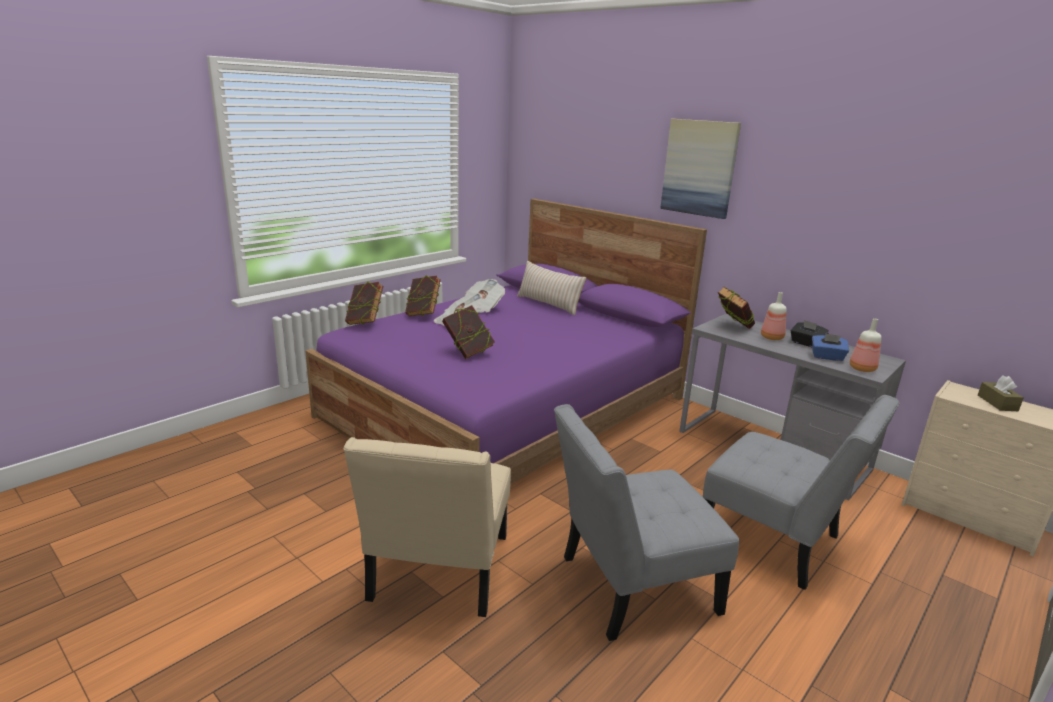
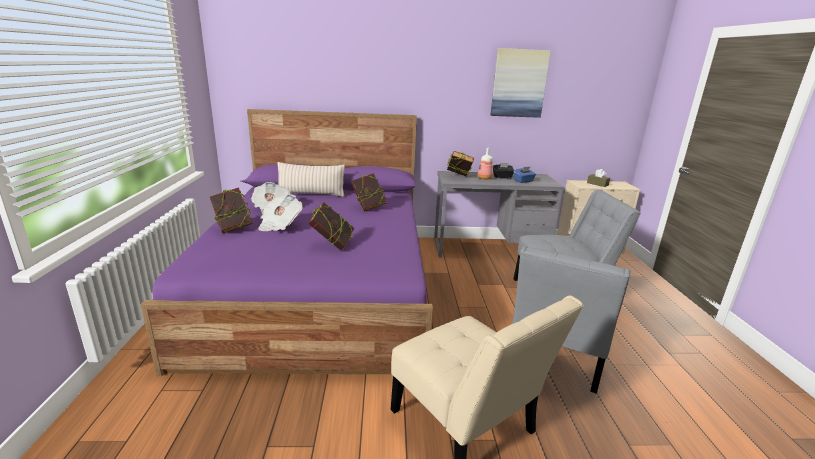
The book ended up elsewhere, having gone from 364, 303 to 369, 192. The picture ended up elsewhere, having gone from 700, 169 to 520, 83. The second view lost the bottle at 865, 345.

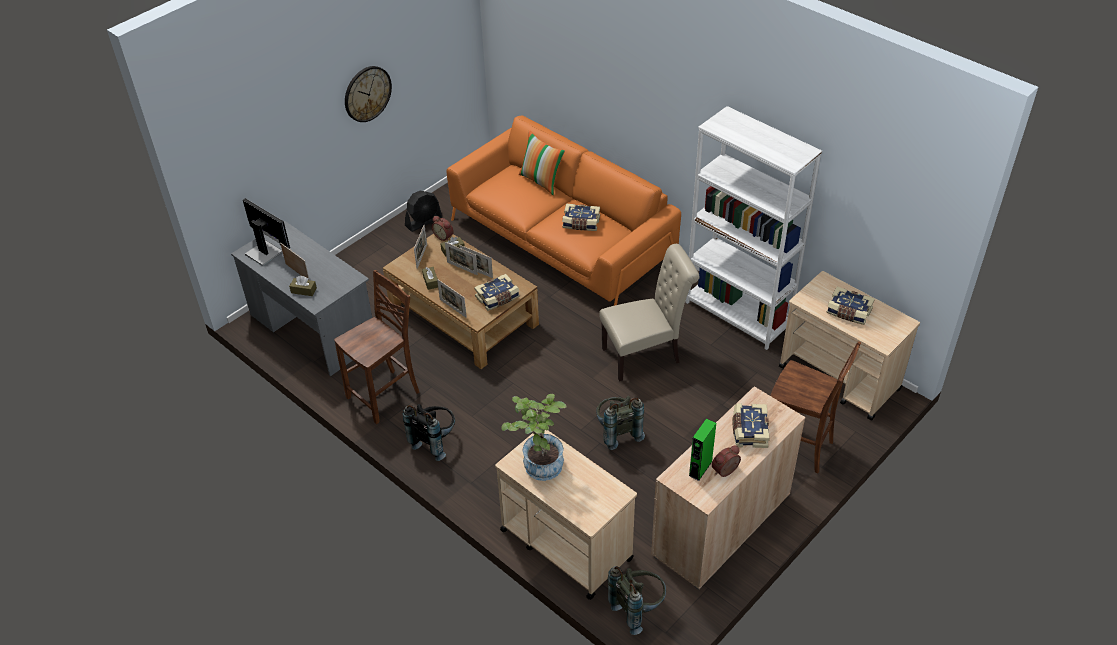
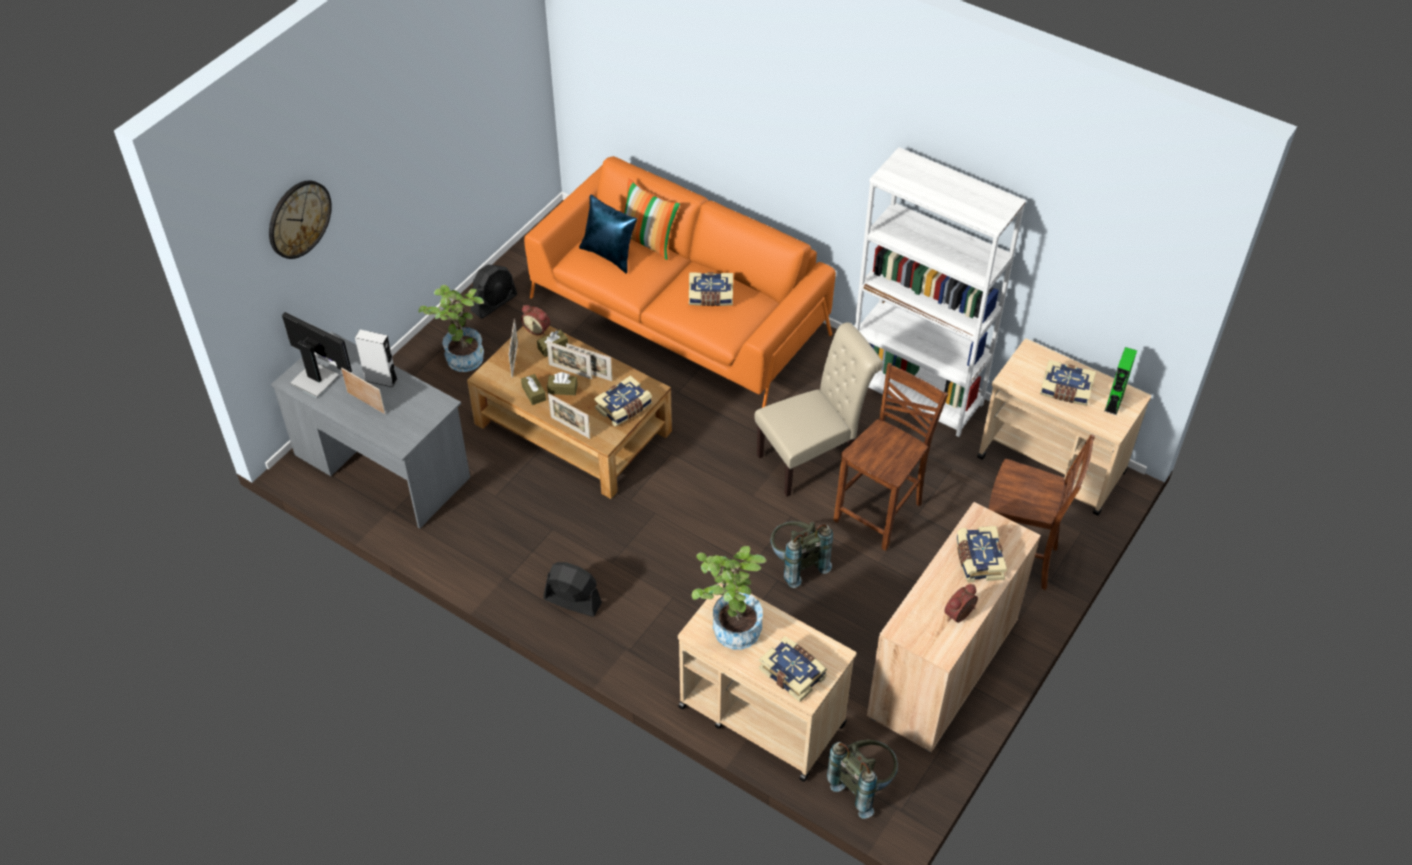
The wall clock ended up elsewhere, having gone from 368, 94 to 300, 219. The second view gained the grey speaker at 376, 358. The second view gained the potted plant at 451, 328. Where the black backpack stood at 429, 432, the black fan came to stand at 572, 589. The brown tissue box ended up elsewhere, having gone from 303, 286 to 562, 383. The second view gained the blue pillow at 608, 234. The second view gained the book at 793, 669. The brown chair ended up elsewhere, having gone from 377, 347 to 891, 457. The green speaker ended up elsewhere, having gone from 702, 449 to 1120, 381.

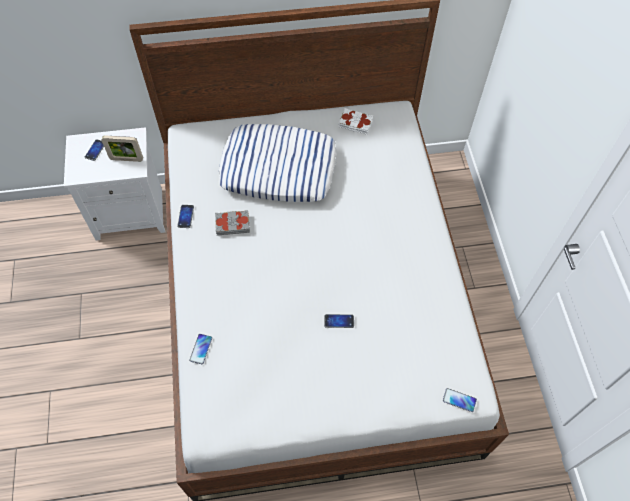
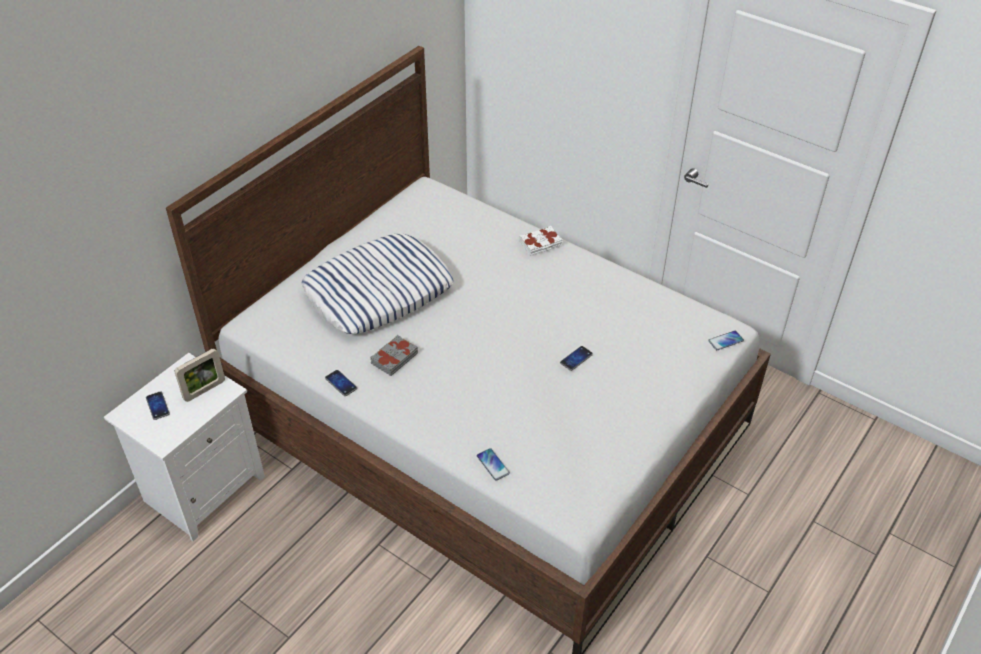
The white book ended up elsewhere, having gone from 356, 121 to 541, 241.

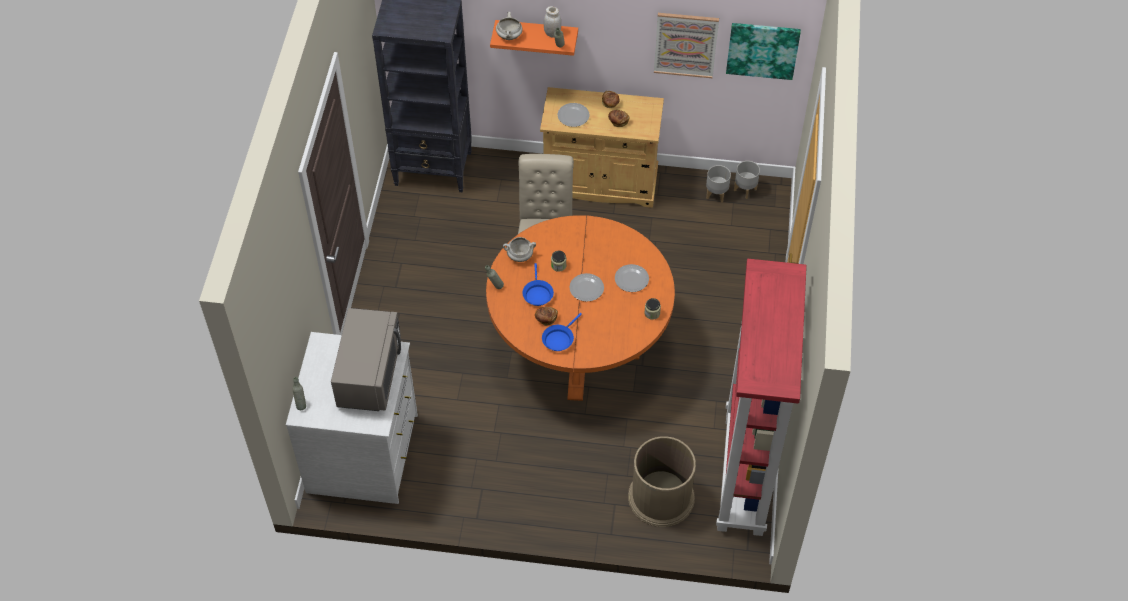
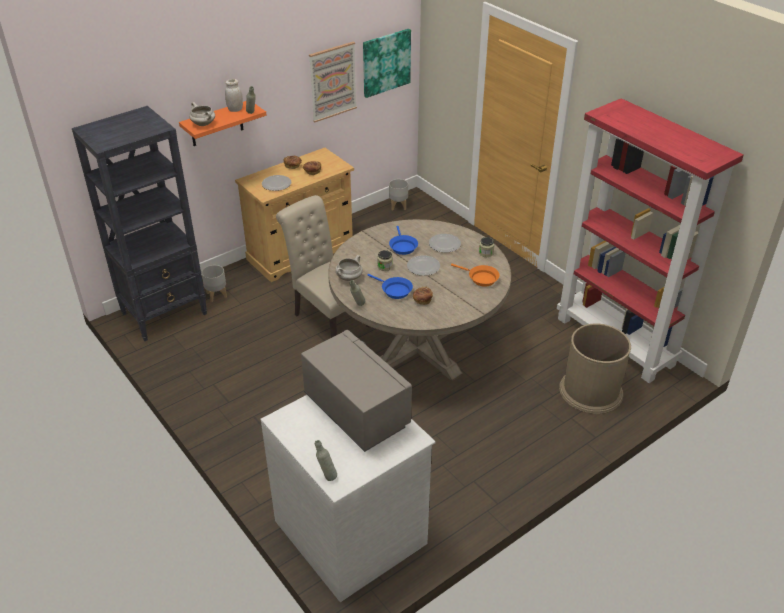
The grey planter ended up elsewhere, having gone from 718, 184 to 214, 283. What was the orange dining table at 580, 308 turned into the beige dining table at 419, 300. The blue frying pan ended up elsewhere, having gone from 562, 332 to 403, 240. The second view gained the orange frying pan at 475, 275.

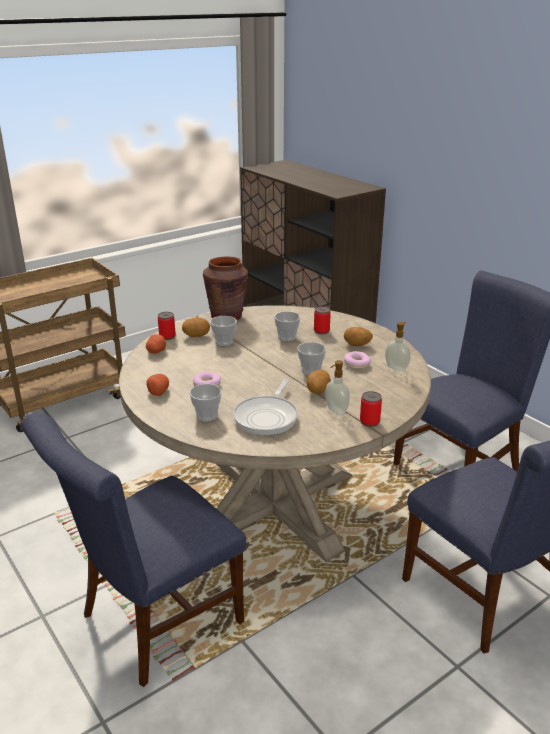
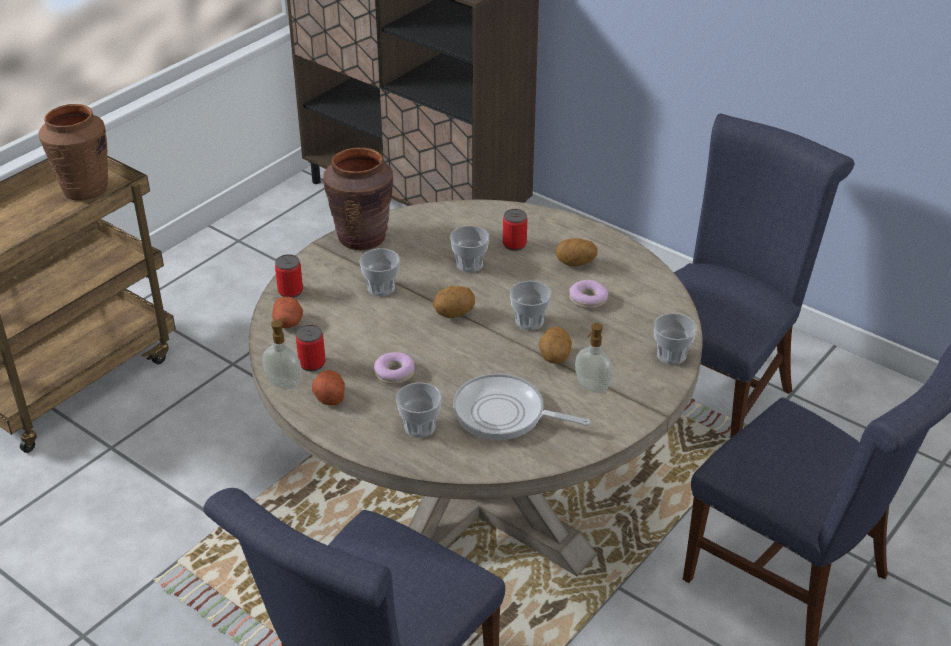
The second view gained the brown vase at 73, 152. The soap dispenser ended up elsewhere, having gone from 397, 346 to 282, 353. The can ended up elsewhere, having gone from 371, 409 to 311, 348. The potato ended up elsewhere, having gone from 196, 327 to 454, 302. The frying pan at 265, 407 ended up facing another way, 105 degrees clockwise from before. The second view gained the cup at 675, 339.

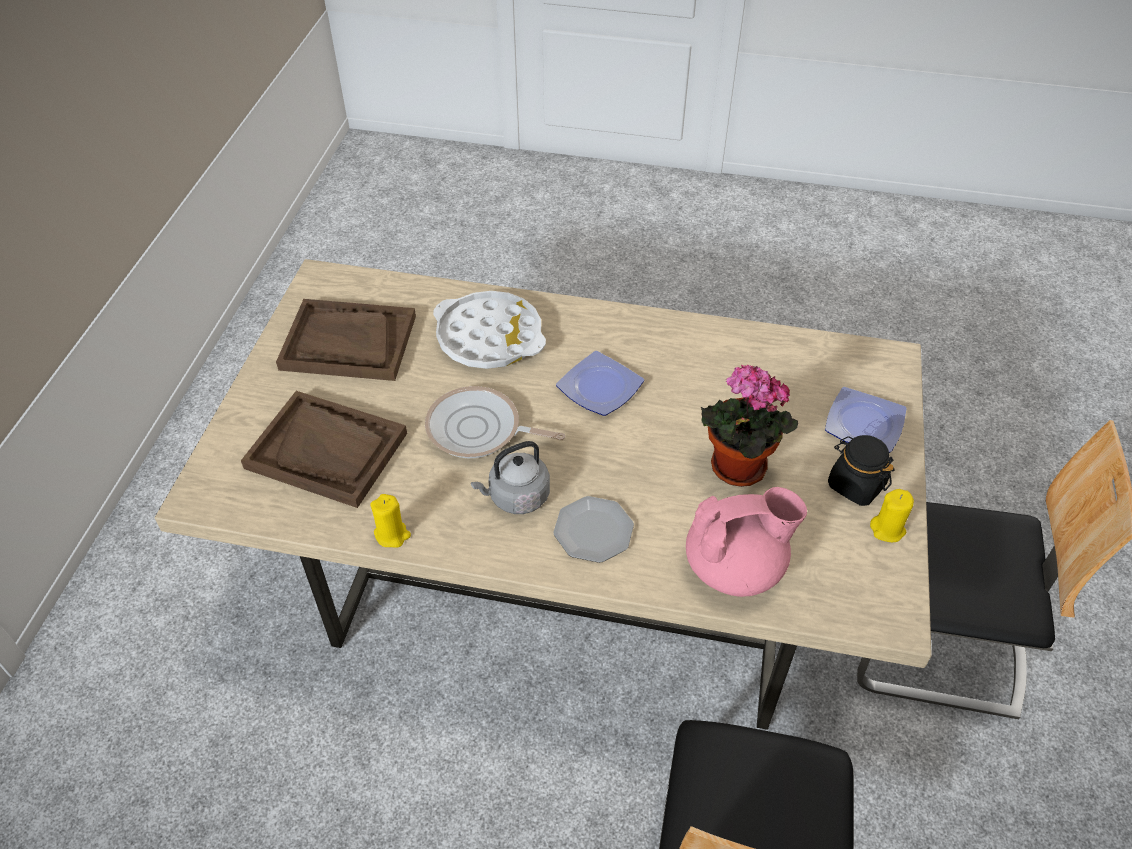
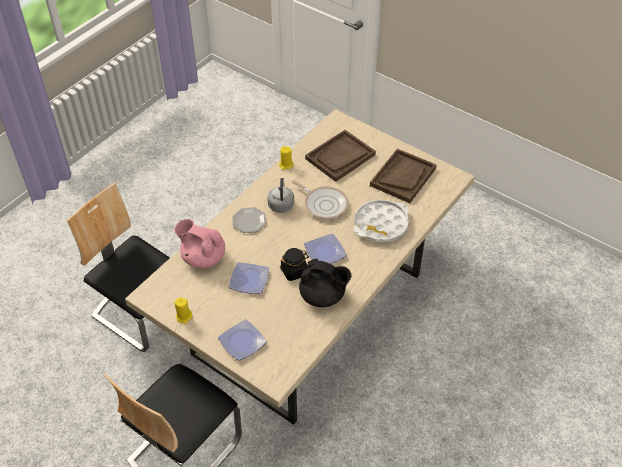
The pink teapot at 746, 542 ended up facing another way, 105 degrees clockwise from before. Where the potted plant stood at 749, 425, the plate came to stand at 249, 278. The black jar ended up elsewhere, having gone from 861, 470 to 294, 264. The frying pan at 495, 422 ended up facing another way, 90 degrees clockwise from before. The second view gained the black teapot at 325, 282.

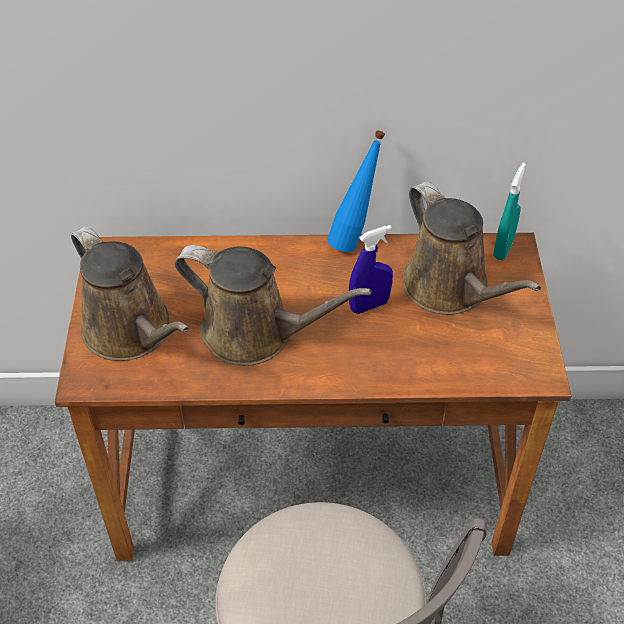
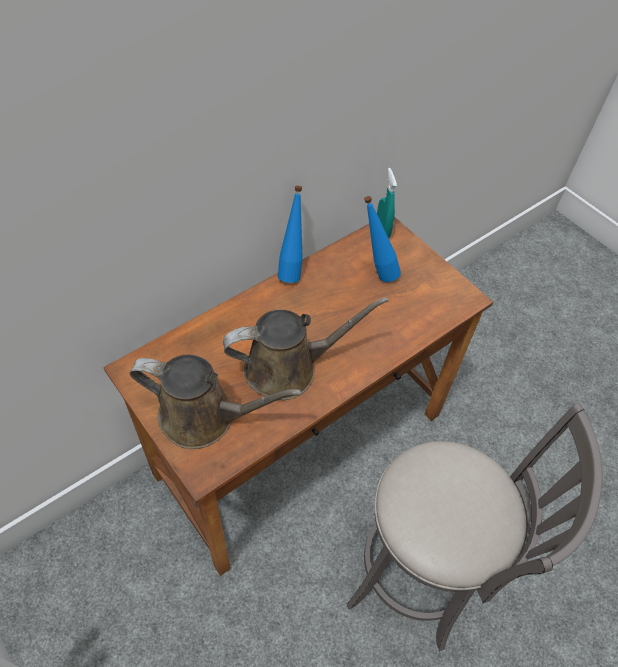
Where the brown watering can stood at 472, 248, the blue bottle came to stand at 382, 239. The second view lost the blue spray bottle at 371, 269.

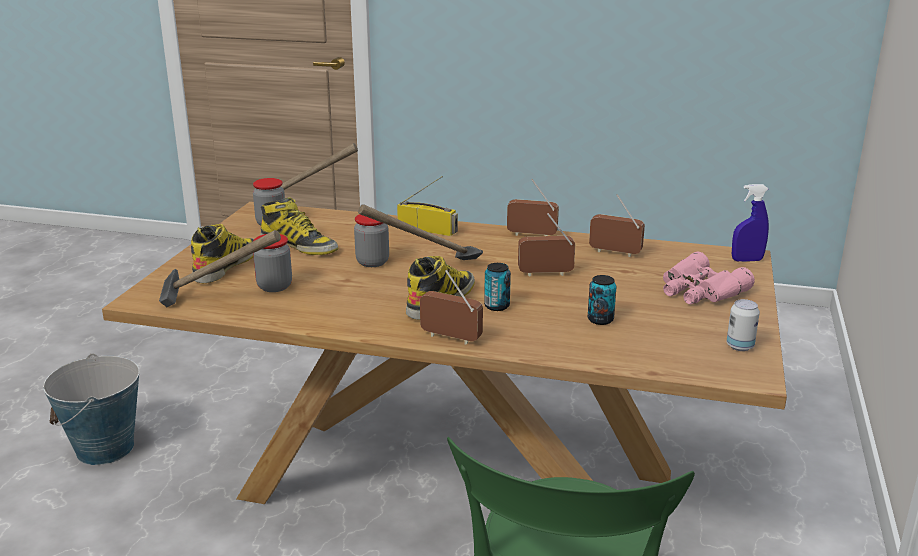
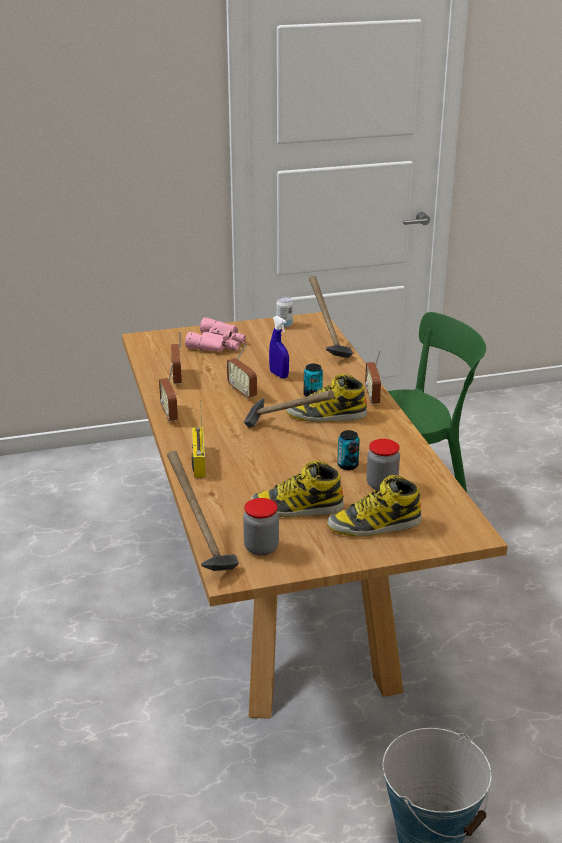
The boot at 299, 226 ended up facing another way, 90 degrees counterclockwise from before. The blue spray bottle ended up elsewhere, having gone from 750, 223 to 279, 347. The hammer ended up elsewhere, having gone from 220, 268 to 331, 317. The can ended up elsewhere, having gone from 602, 300 to 348, 450. The second view lost the jar at 371, 240.

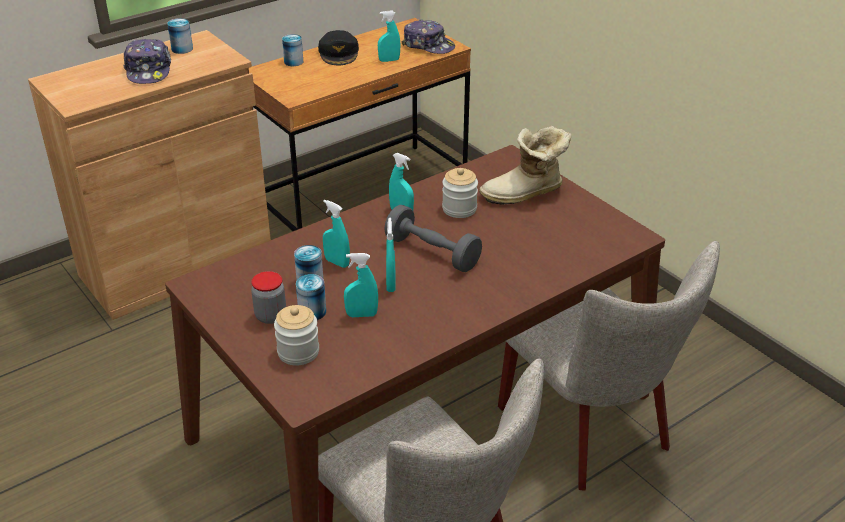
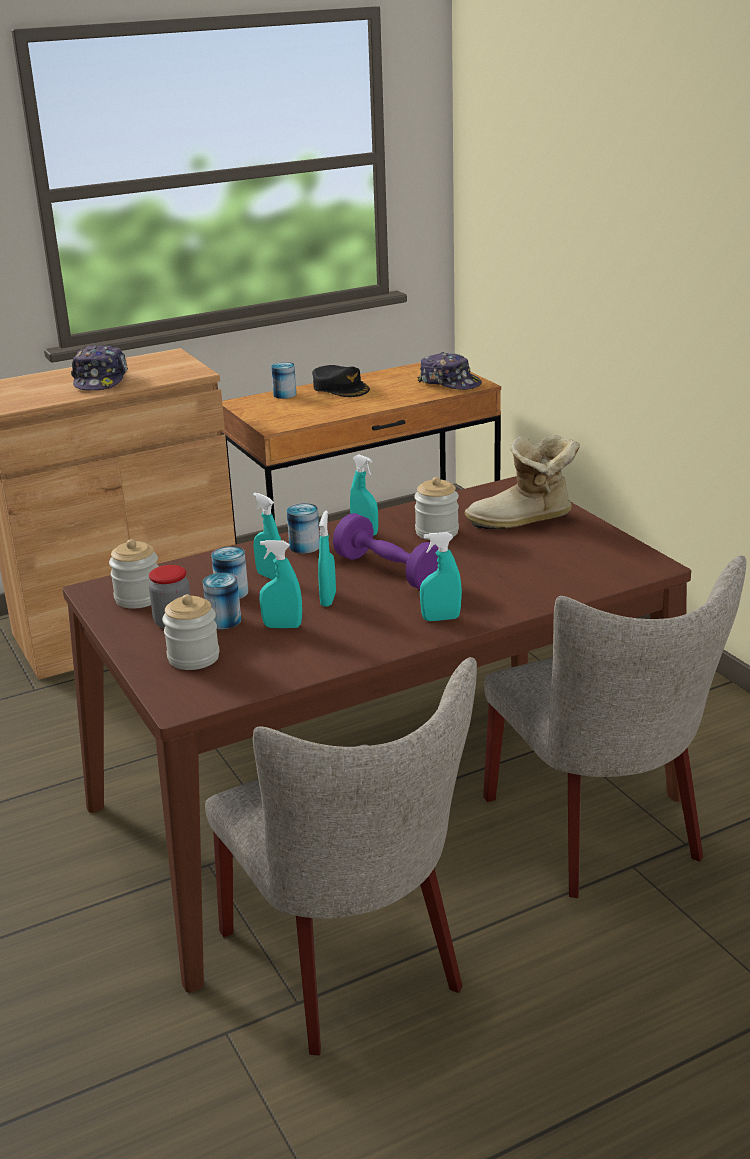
The second view gained the jar at 134, 574. The can ended up elsewhere, having gone from 180, 36 to 303, 528. The black cap at 338, 47 ended up facing another way, 45 degrees counterclockwise from before. What was the grey dumbbell at 433, 238 turned into the purple dumbbell at 385, 551. The turquoise spray bottle ended up elsewhere, having gone from 389, 36 to 441, 576.

